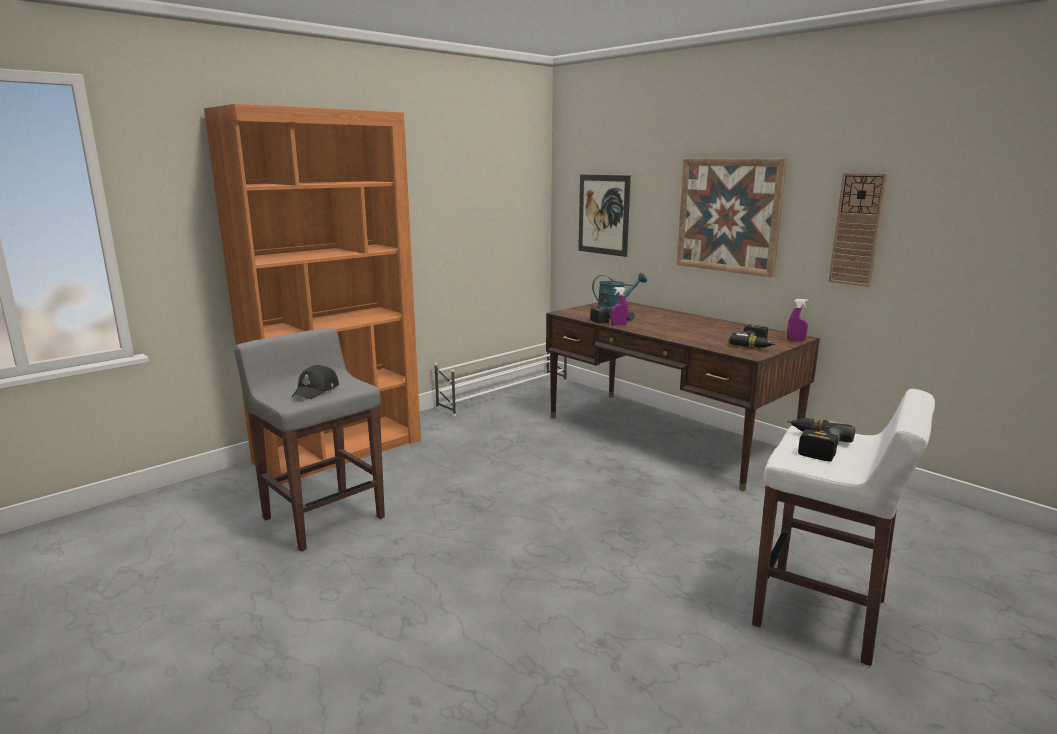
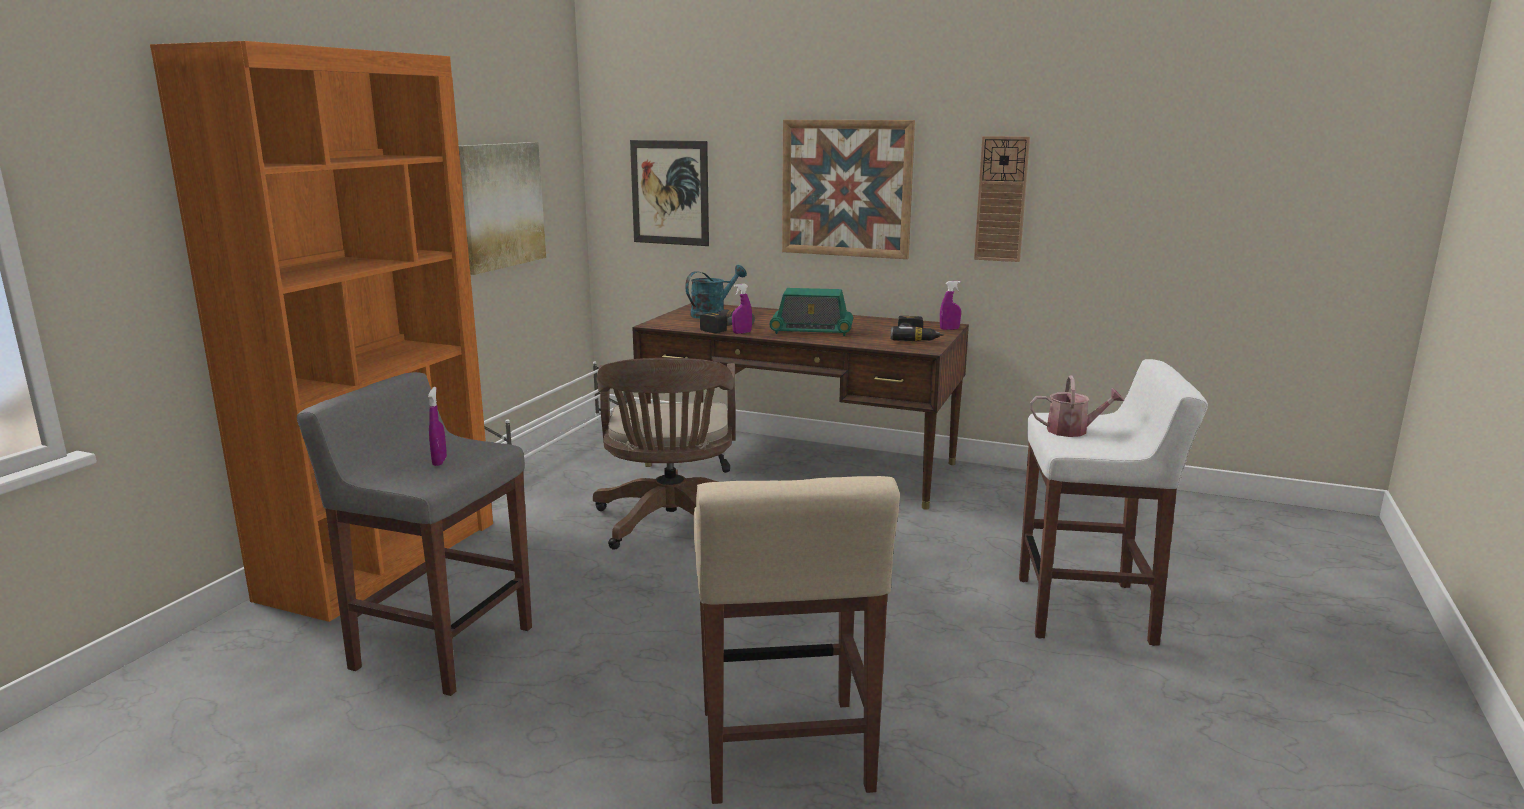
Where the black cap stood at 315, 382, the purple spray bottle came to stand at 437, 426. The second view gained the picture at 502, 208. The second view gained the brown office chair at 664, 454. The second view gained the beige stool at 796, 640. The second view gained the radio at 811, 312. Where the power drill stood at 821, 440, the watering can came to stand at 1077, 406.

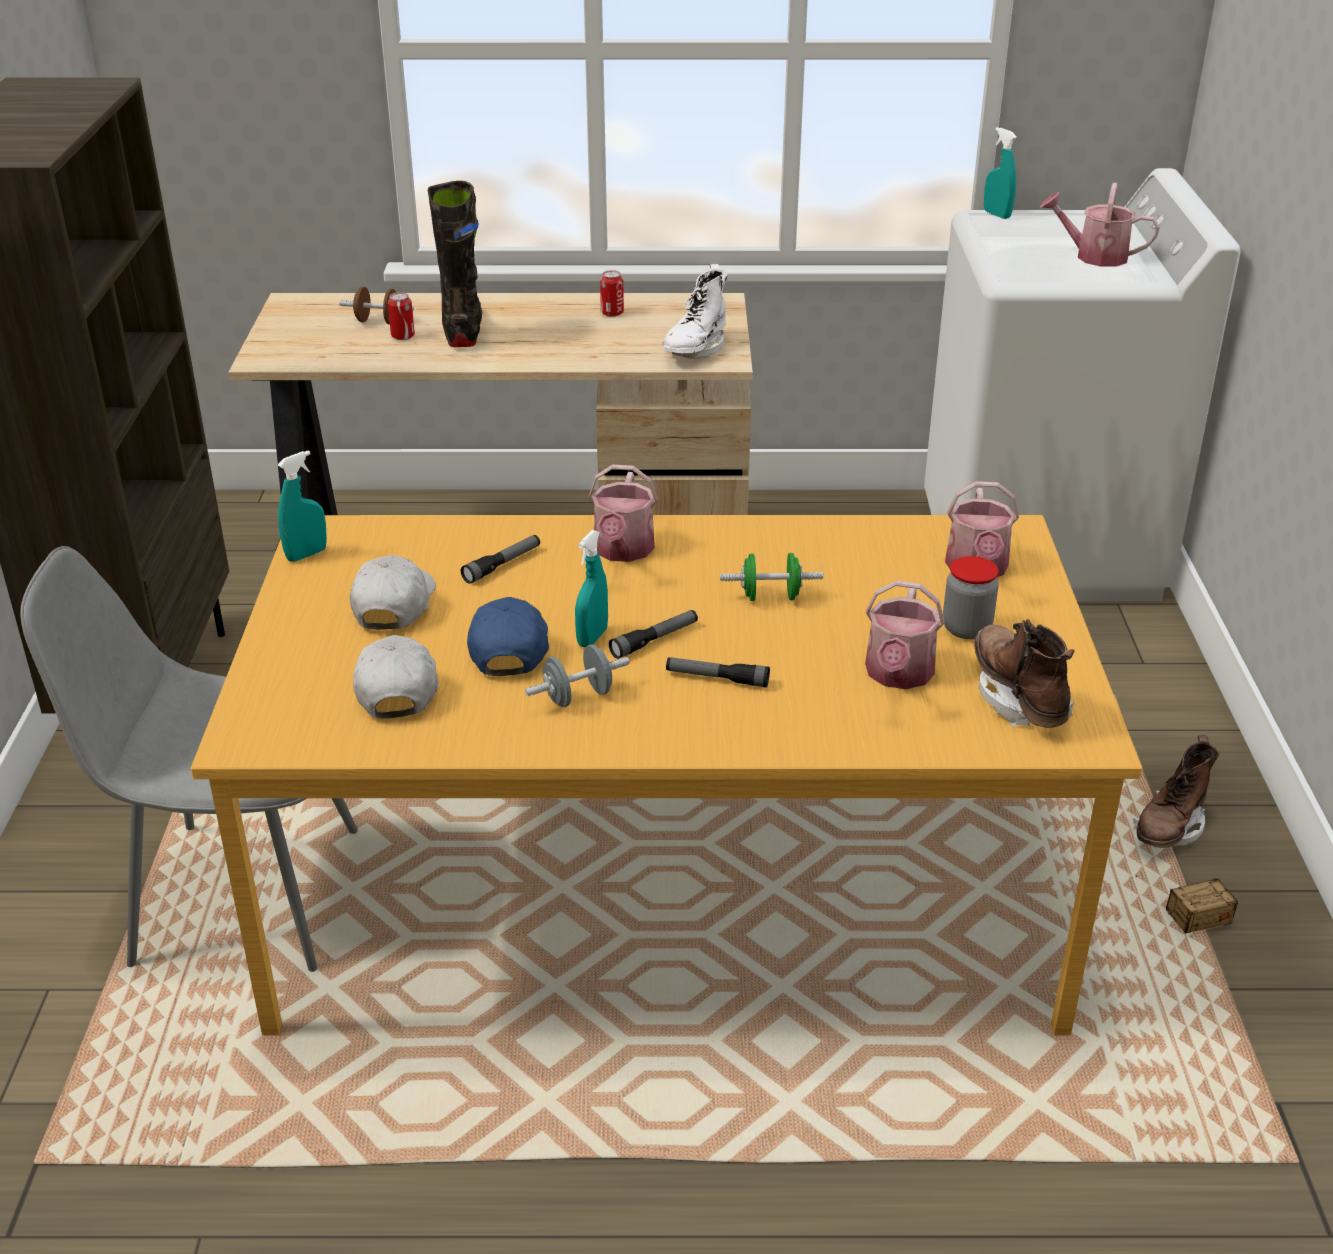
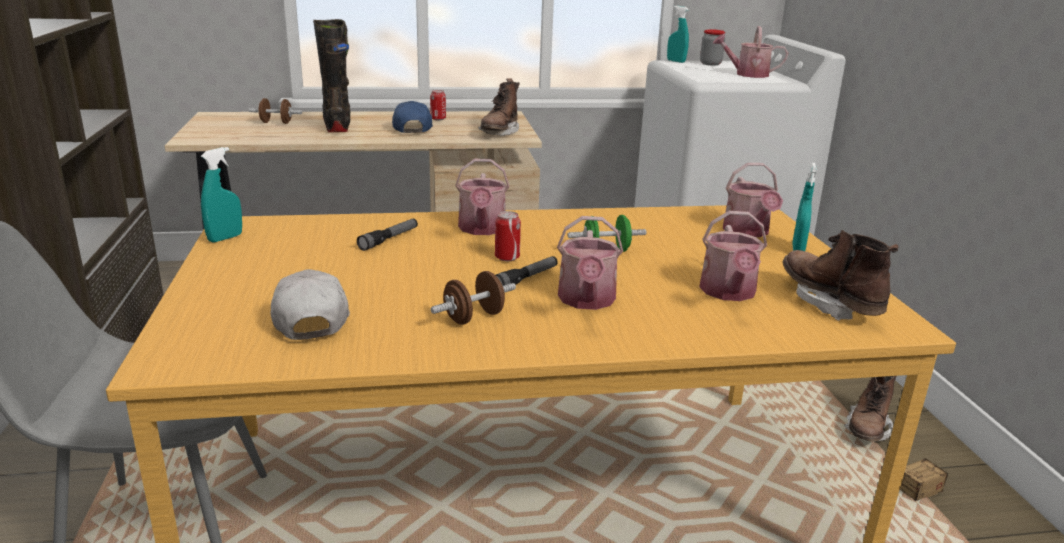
The blue cap ended up elsewhere, having gone from 508, 636 to 412, 117. What was the grey dumbbell at 577, 676 turned into the brown dumbbell at 473, 298. What was the white boot at 695, 311 turned into the brown boot at 499, 107. The can ended up elsewhere, having gone from 401, 316 to 508, 236. Where the flashlight stood at 718, 672, the watering can came to stand at 590, 263. The jar ended up elsewhere, having gone from 971, 597 to 712, 47. The turquoise spray bottle ended up elsewhere, having gone from 591, 588 to 804, 207. The second view lost the white cap at 393, 592.

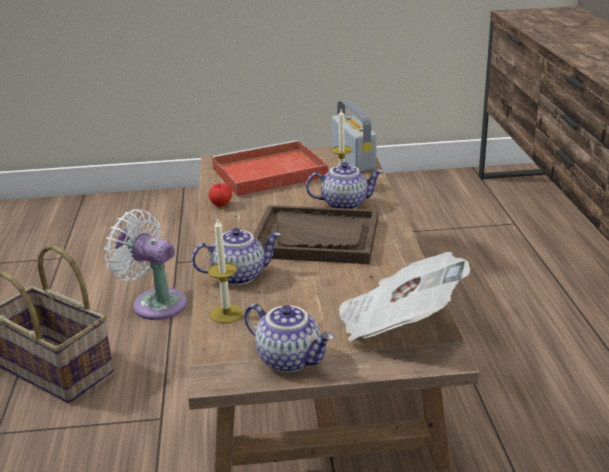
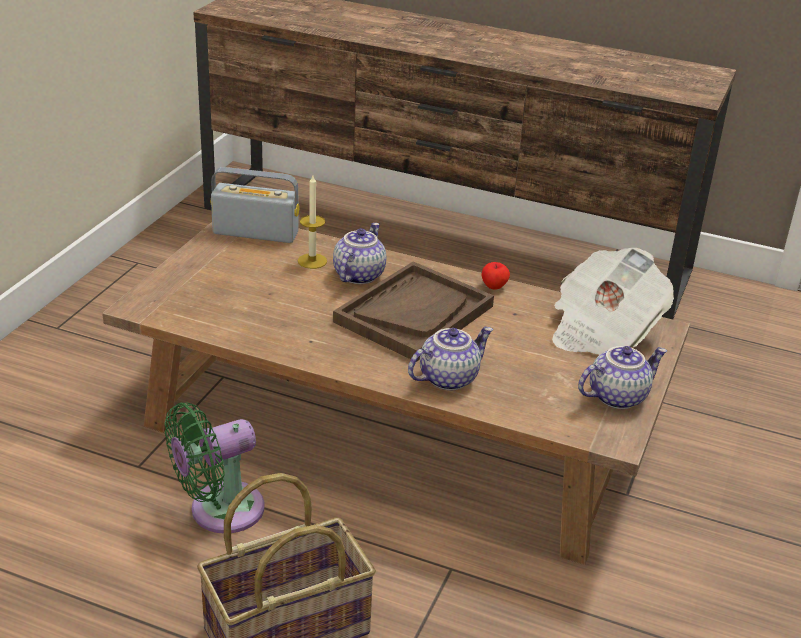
What was the white fan at 145, 264 turned into the green fan at 215, 467. The teapot at 236, 256 ended up facing another way, 45 degrees clockwise from before. The apple ended up elsewhere, having gone from 220, 195 to 495, 276. The second view lost the candle at 225, 270. The second view lost the red tray at 270, 168.

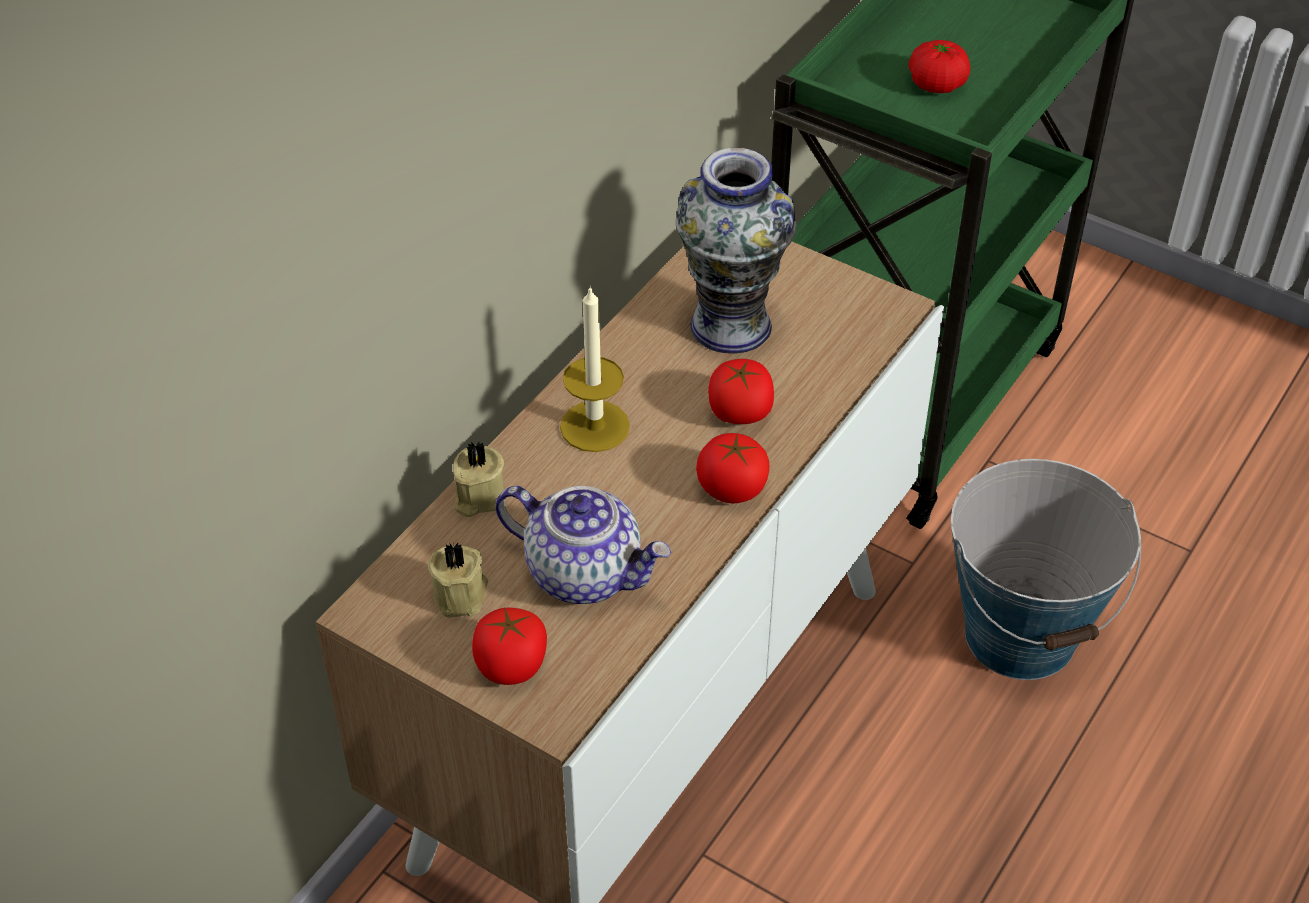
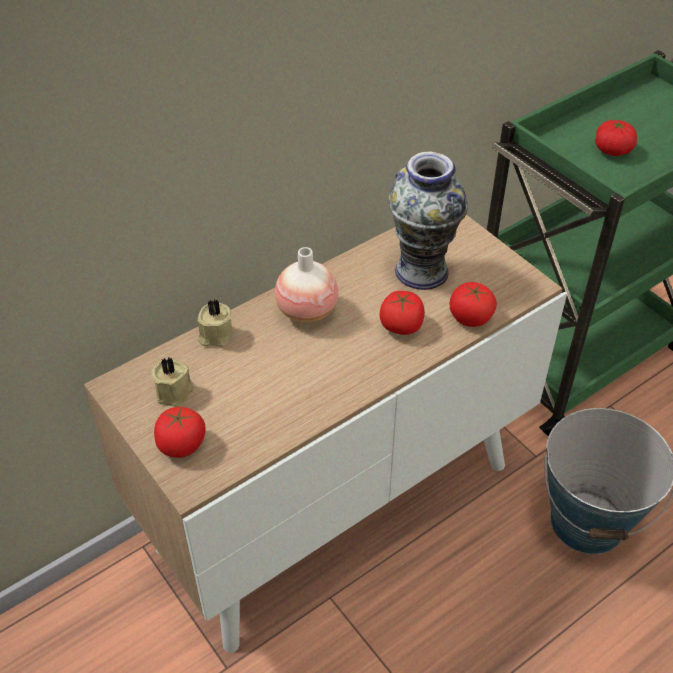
Where the candle stood at 595, 368, the vase came to stand at 306, 285. The tomato ended up elsewhere, having gone from 732, 468 to 473, 304. The second view lost the teapot at 583, 545.

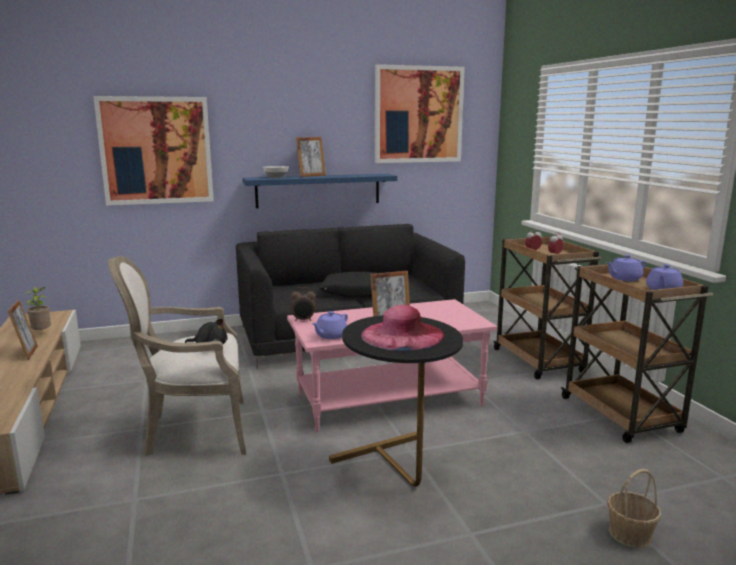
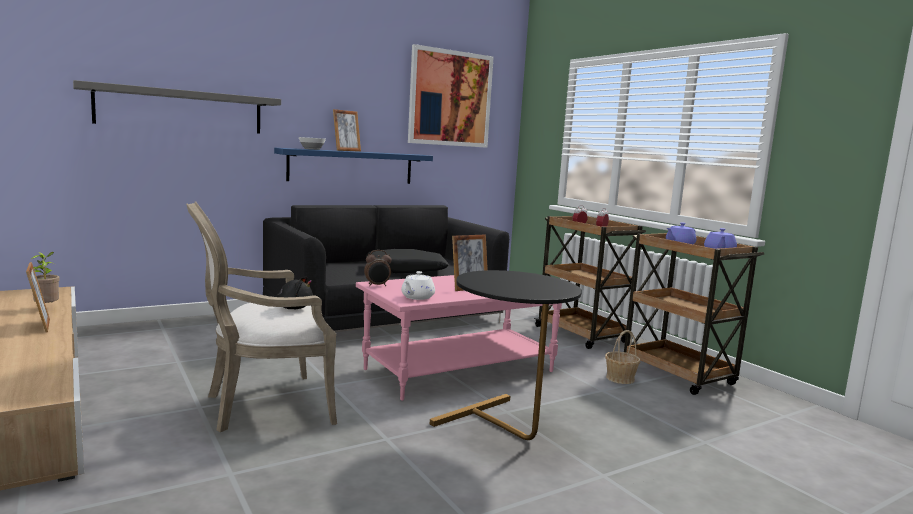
Where the picture hung at 153, 151, the grey shelf came to hang at 177, 107. What was the purple teapot at 330, 325 turned into the white teapot at 418, 285. The basket ended up elsewhere, having gone from 634, 508 to 622, 357. The second view lost the pink hat at 403, 328.

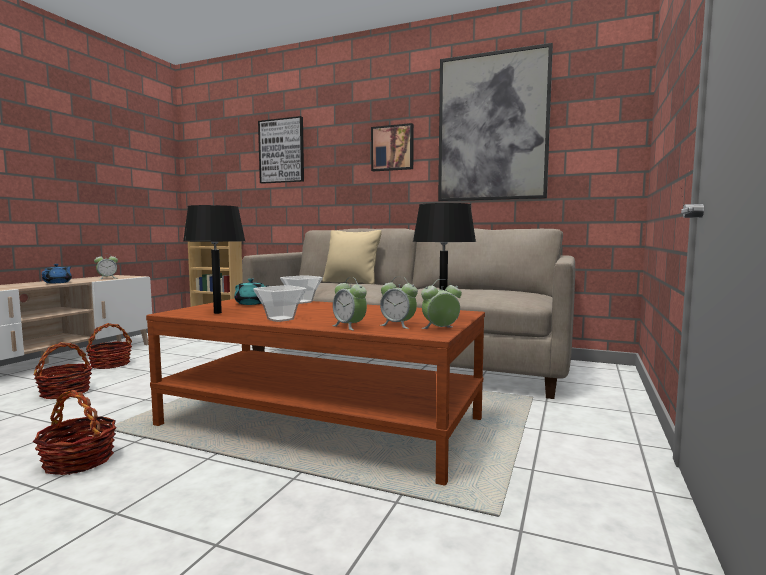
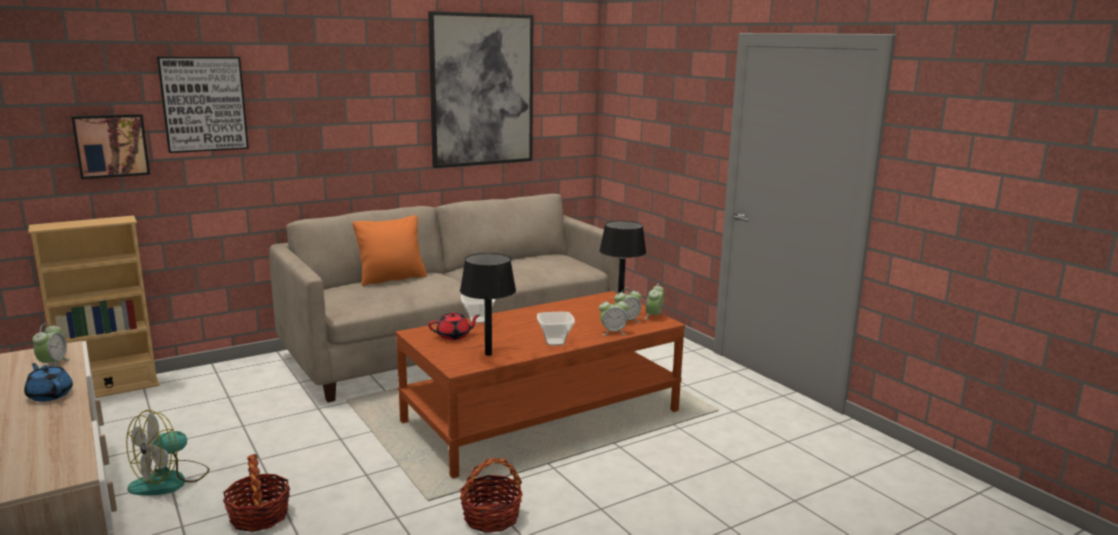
The picture ended up elsewhere, having gone from 392, 147 to 110, 146. Where the basket stood at 109, 346, the fan came to stand at 168, 452. What was the beige pillow at 352, 257 turned into the orange pillow at 390, 250. What was the turquoise teapot at 251, 291 turned into the red teapot at 454, 326.

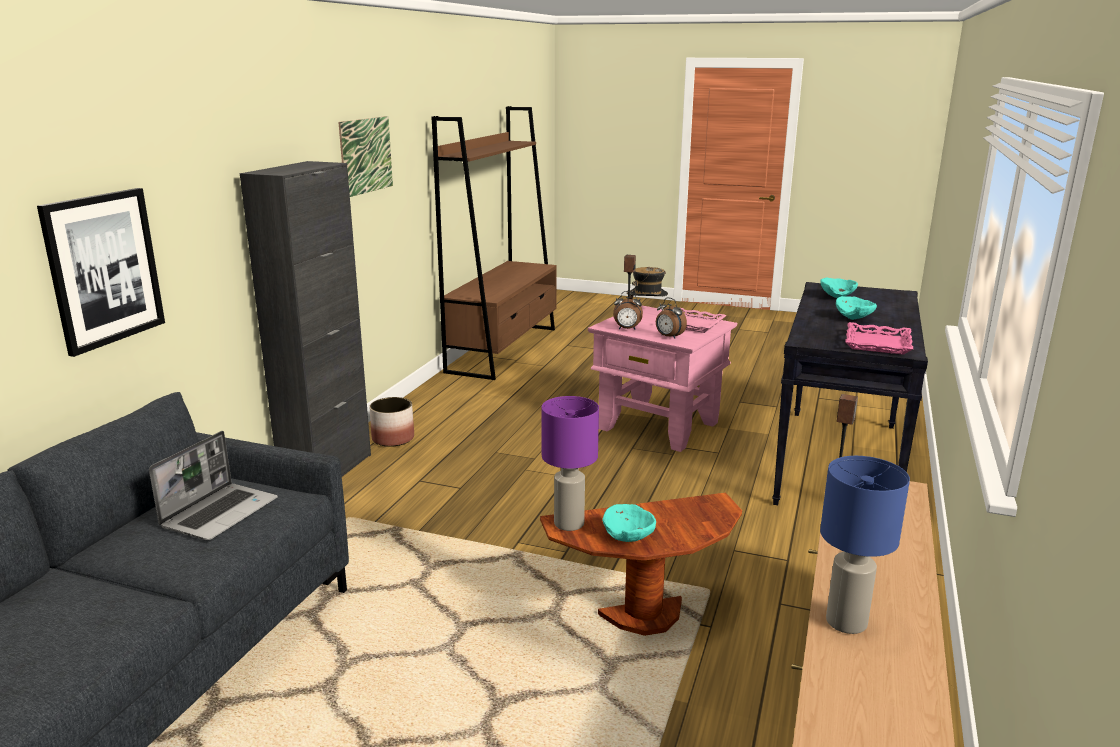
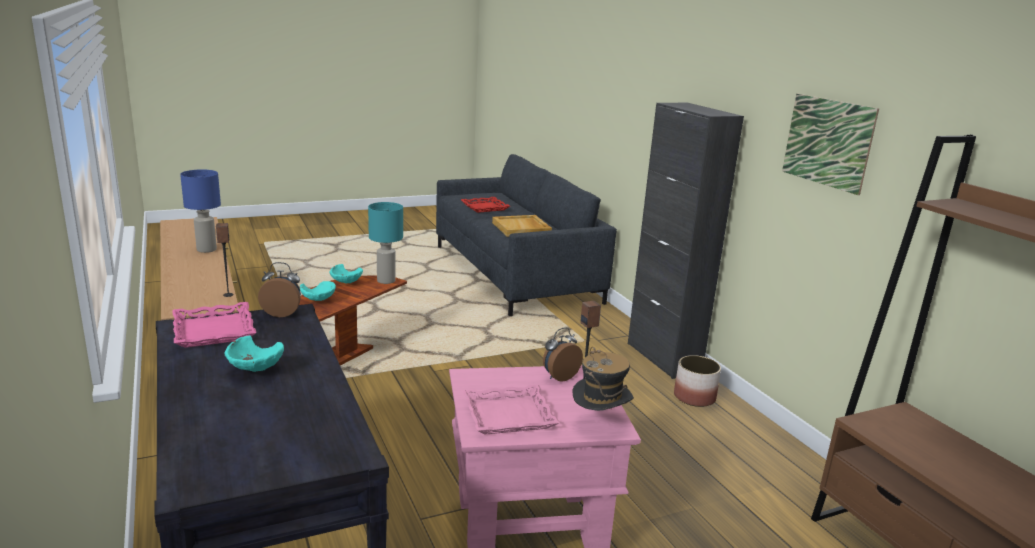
The alarm clock ended up elsewhere, having gone from 671, 318 to 279, 289. The turquoise bowl ended up elsewhere, having gone from 839, 287 to 318, 291. What was the purple table lamp at 570, 463 turned into the turquoise table lamp at 385, 243. The second view gained the red tray at 485, 205. Where the laptop stood at 213, 485, the beige tray came to stand at 522, 226. The second view lost the picture at 101, 272.

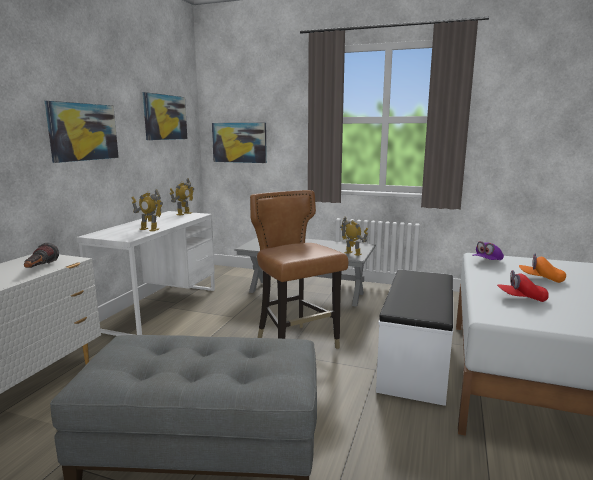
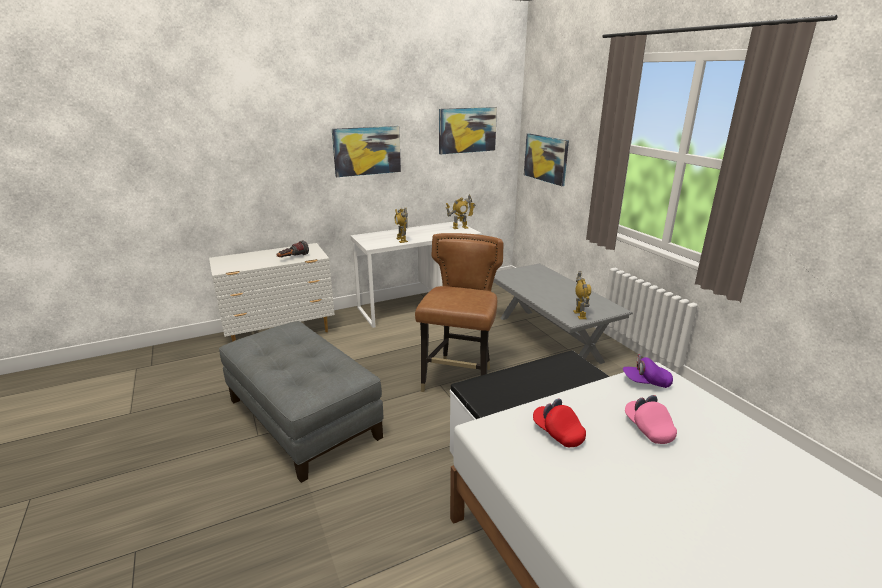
What was the orange cap at 542, 268 turned into the pink cap at 651, 419.

